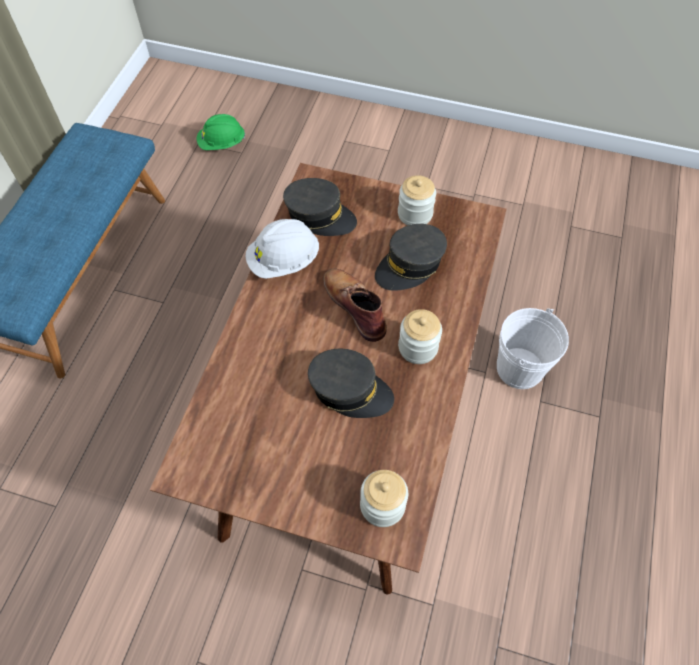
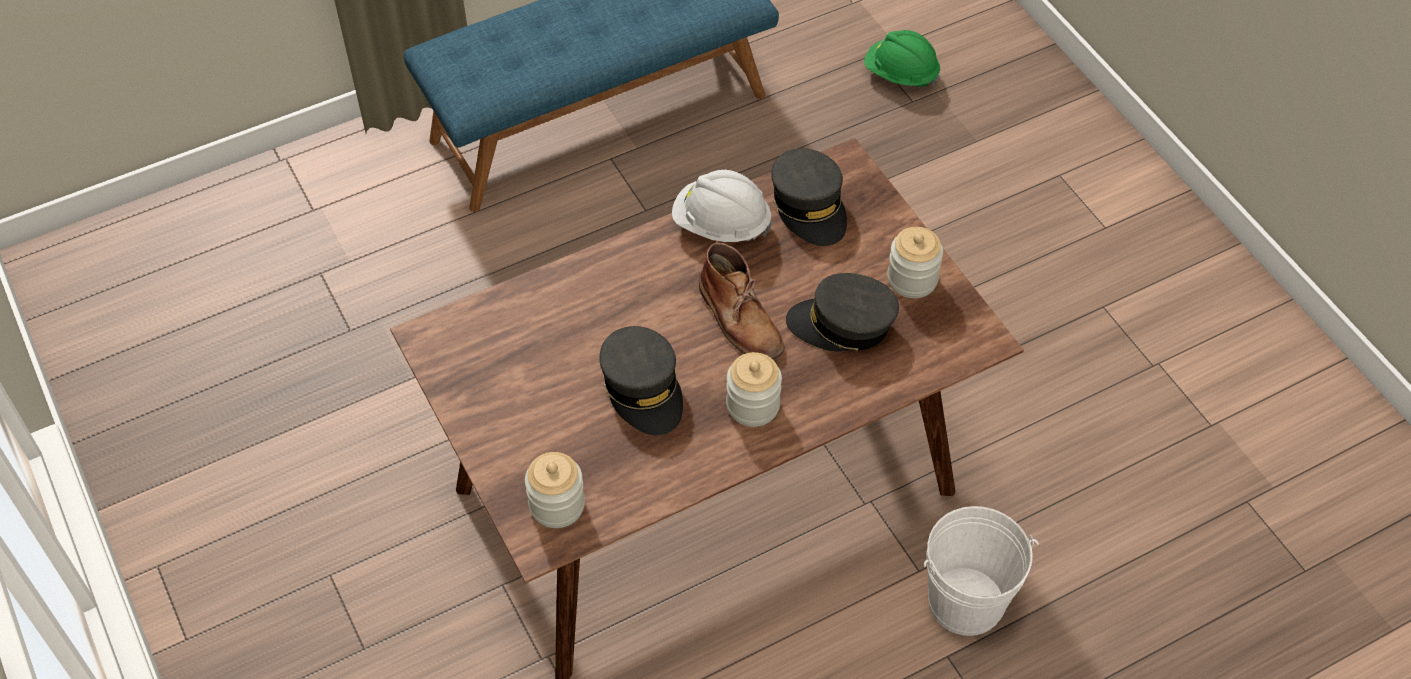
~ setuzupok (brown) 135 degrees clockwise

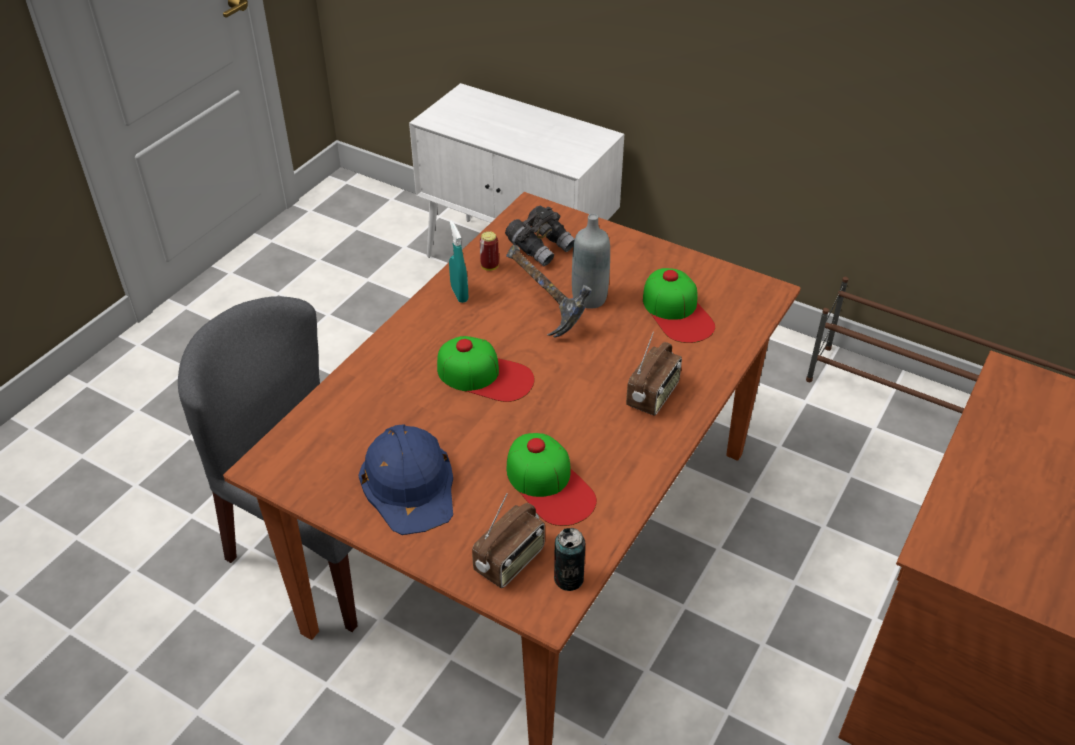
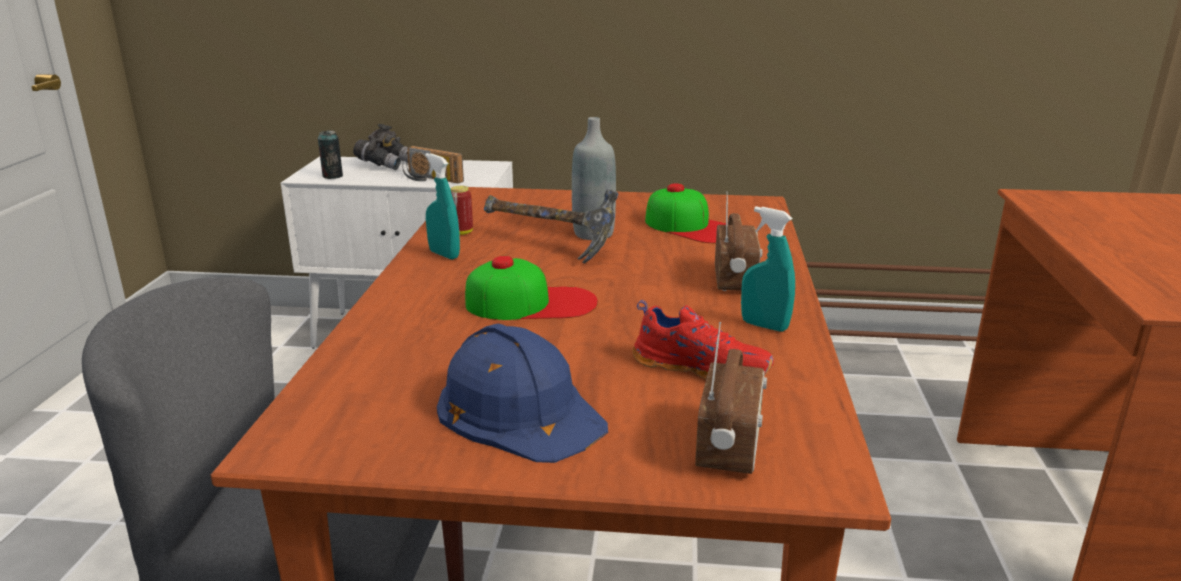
~ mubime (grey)
~ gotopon (2nd from left) to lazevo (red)
~ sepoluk (2nd from left in the first image) to sepoluk (1st from left)
+ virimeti (1st from left)
+ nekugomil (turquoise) (2nd from left)

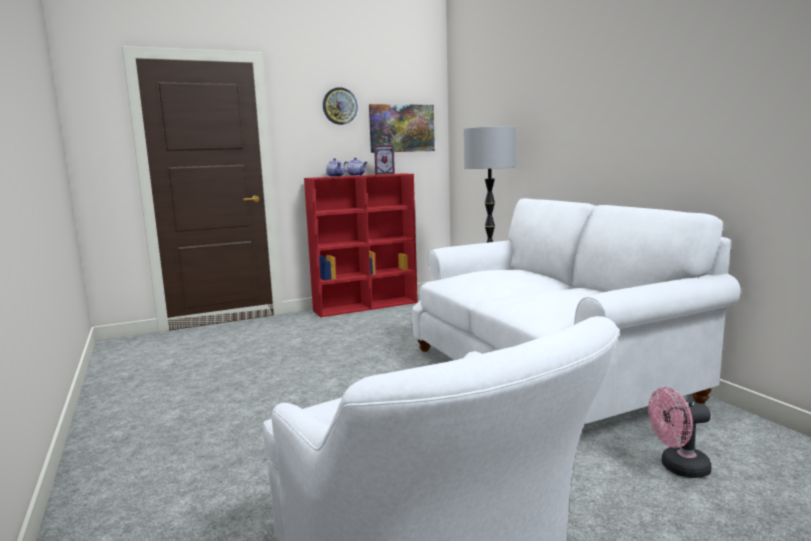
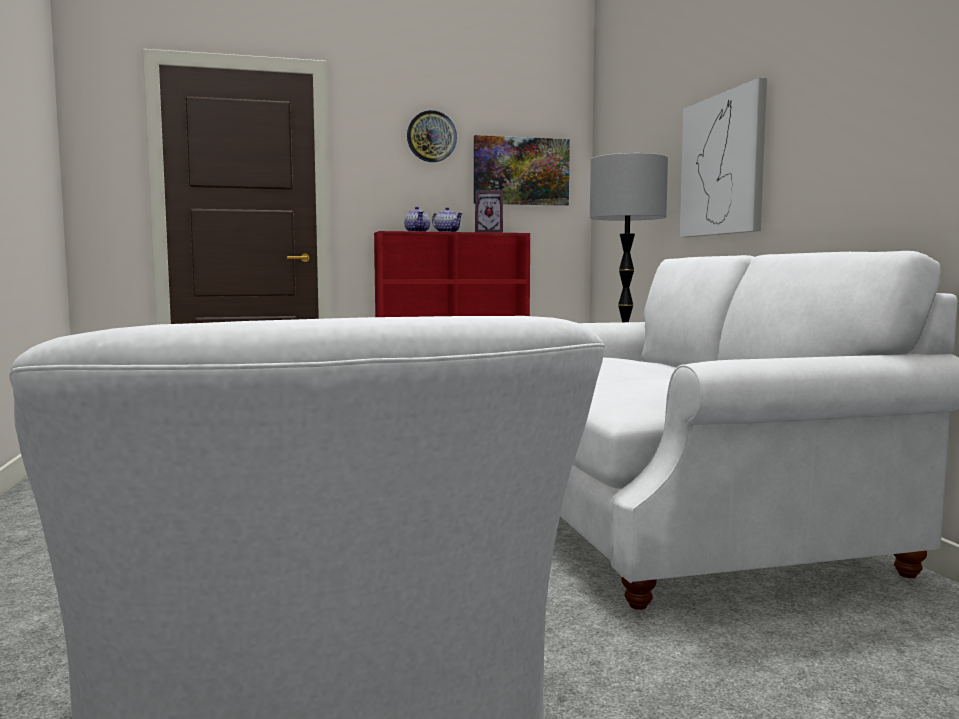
- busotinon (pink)
+ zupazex (2nd from left)

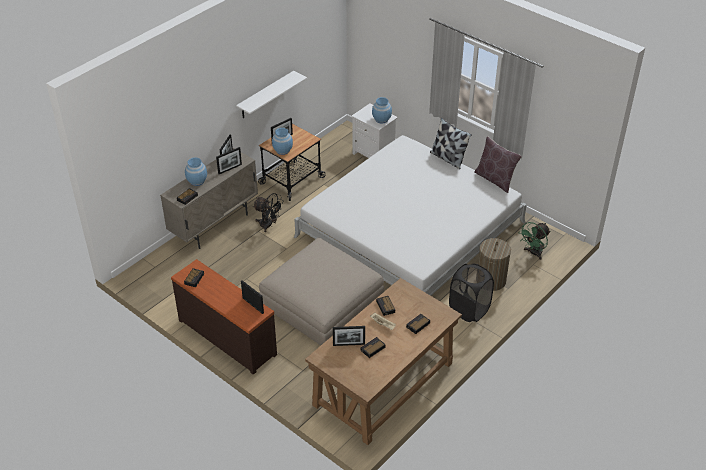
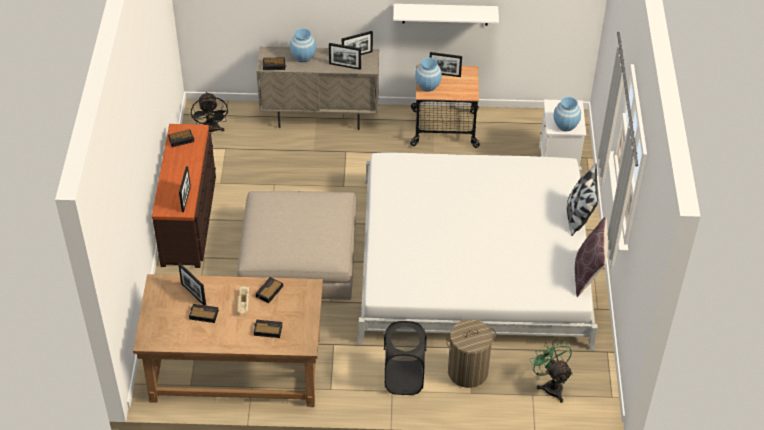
~ busotinon (black)
~ busotinon (green) 60 degrees clockwise

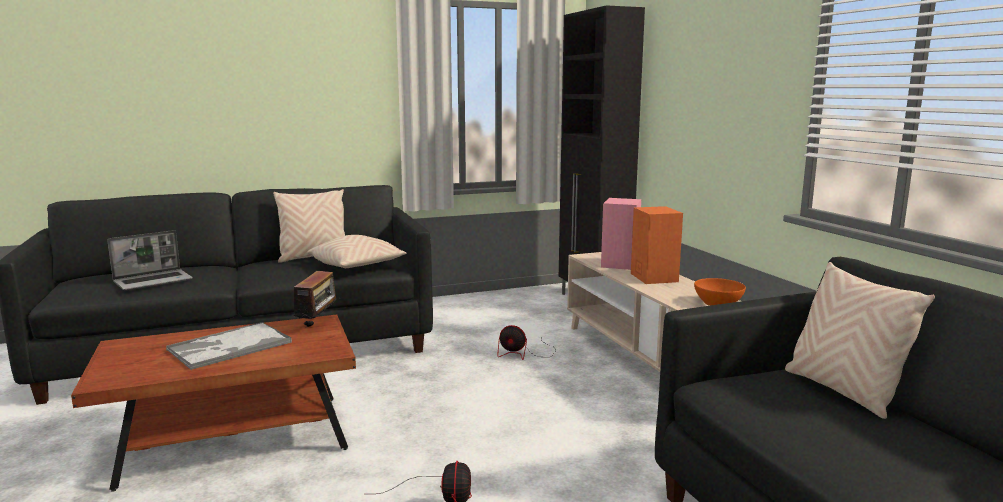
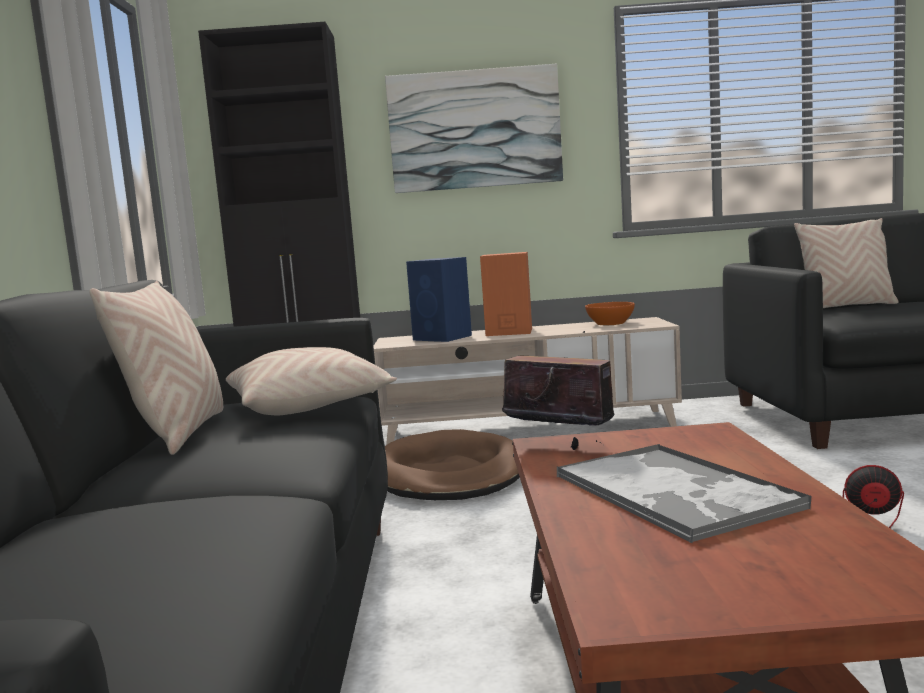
~ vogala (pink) to vogala (blue)
- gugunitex
~ busotinon (2nd from left) to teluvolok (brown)
+ zupazex

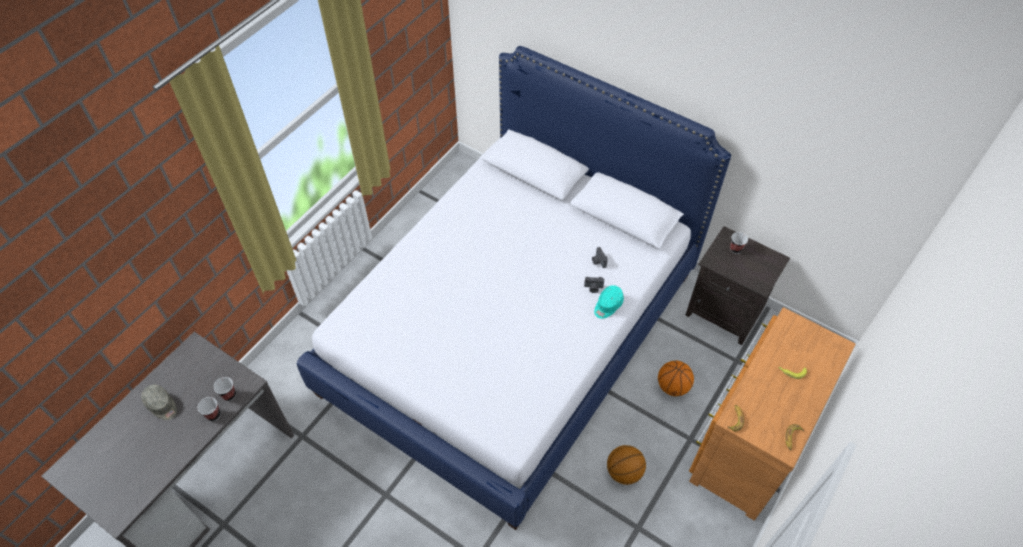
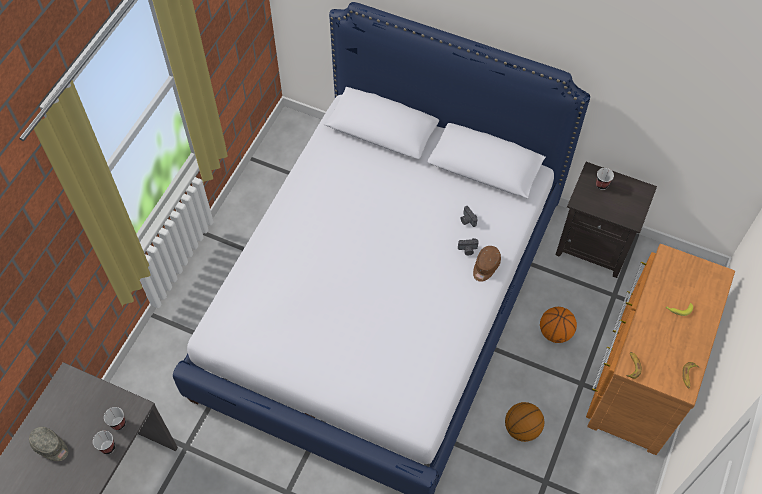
~ gotopon (turquoise) to gotopon (brown)

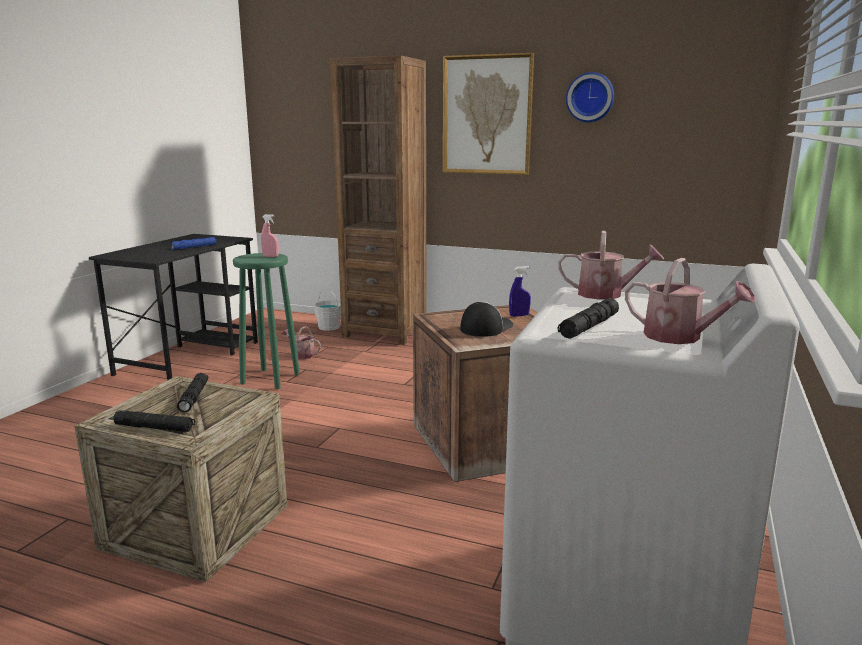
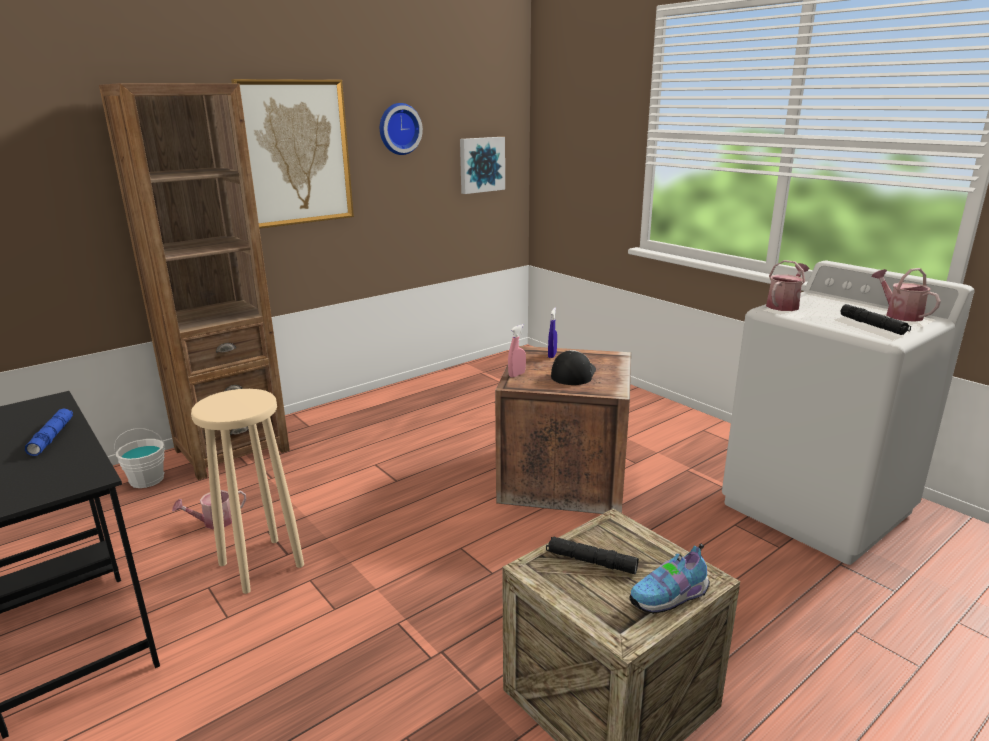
~ nekugomil (pink)
~ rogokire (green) to rogokire (beige)
~ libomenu (3rd from left) 90 degrees counterclockwise
~ gotopon 45 degrees clockwise
~ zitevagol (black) (1st from left) to lazevo
+ zupazex (2nd from left)

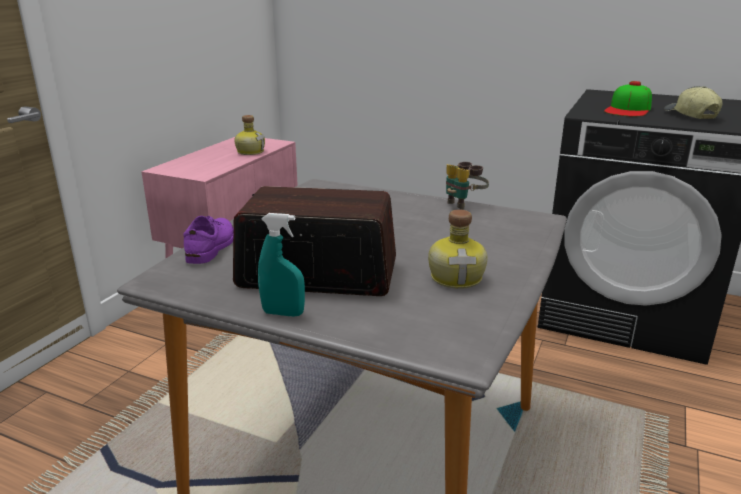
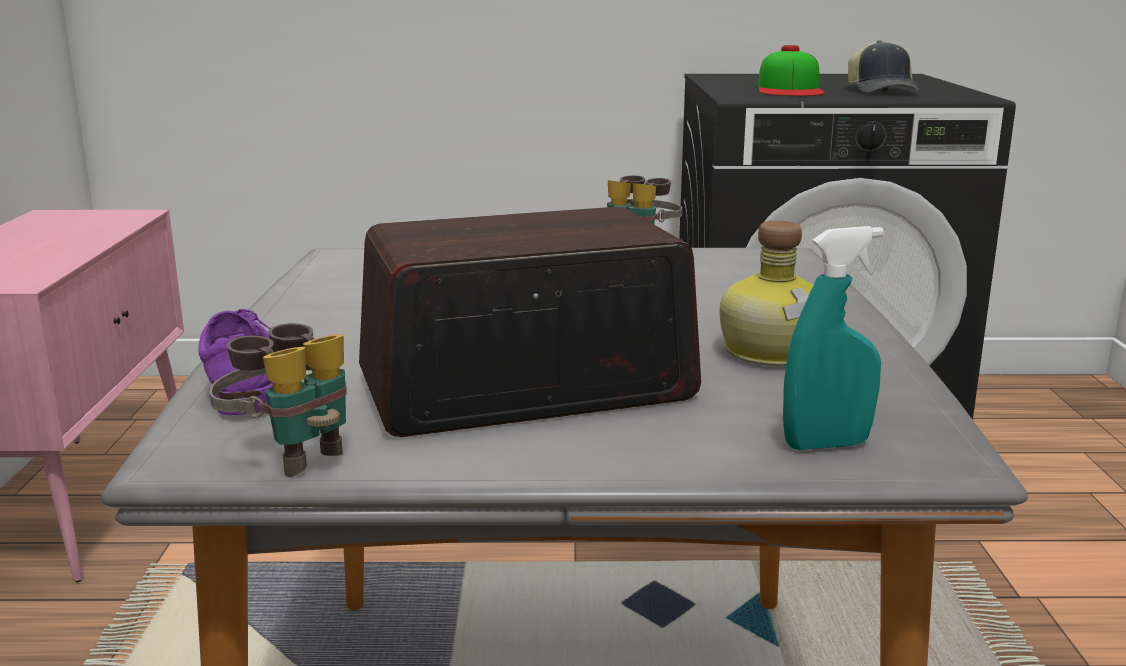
~ gotopon (2nd from left) 150 degrees counterclockwise
- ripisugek (1st from left)
~ nekugomil (turquoise)
+ mubime (1st from left)

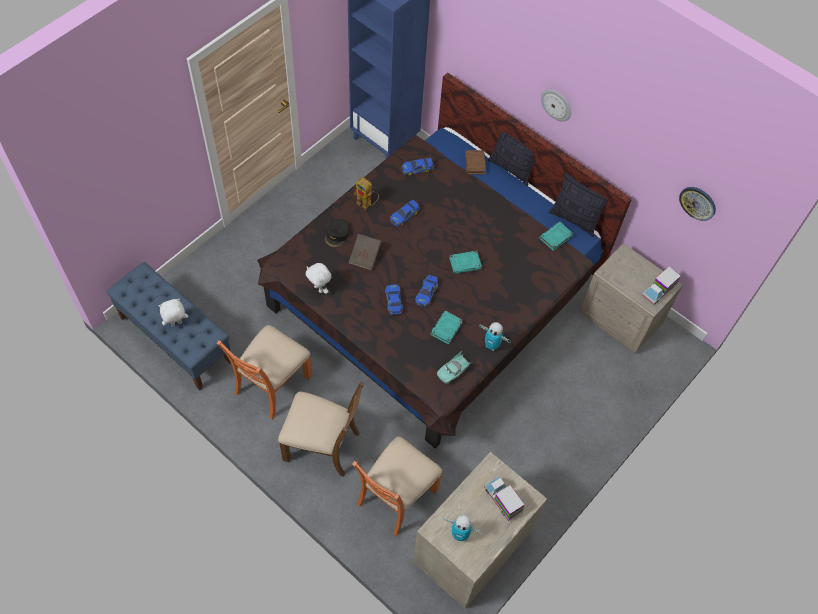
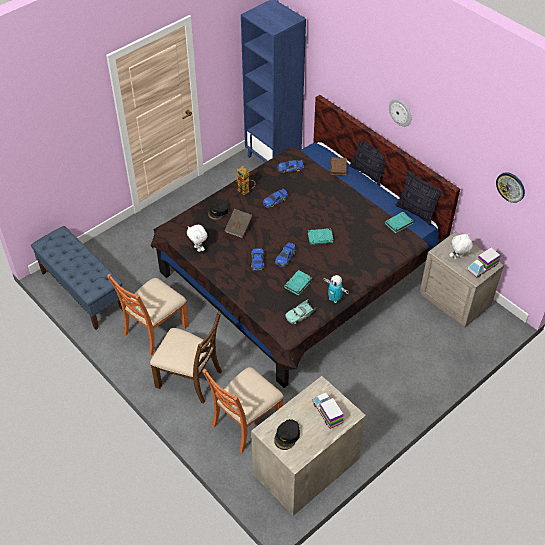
~ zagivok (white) (1st from left in the first image) to zagivok (white) (2nd from left)
~ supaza (2nd from left) to gotopon (black) (2nd from left)

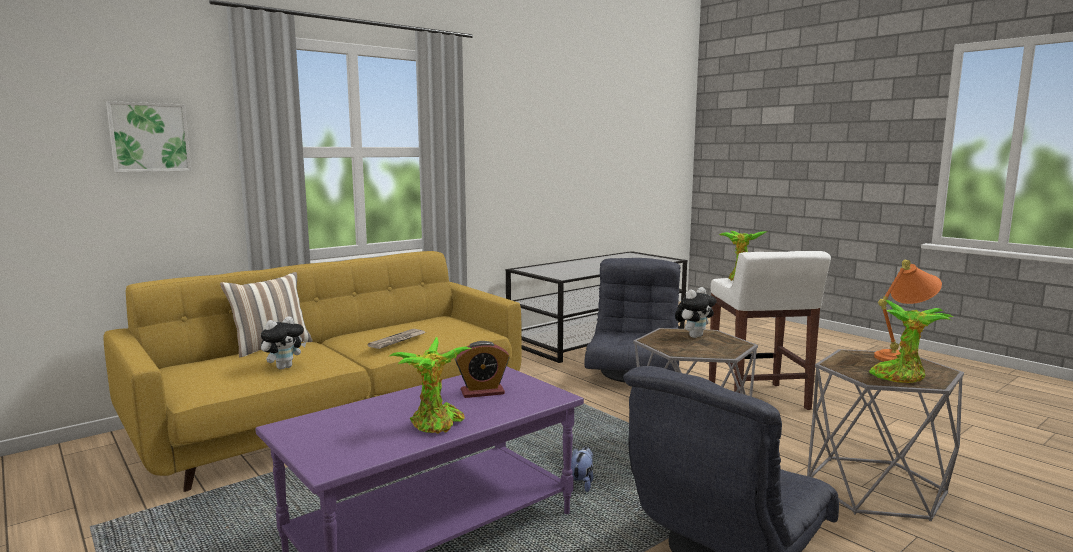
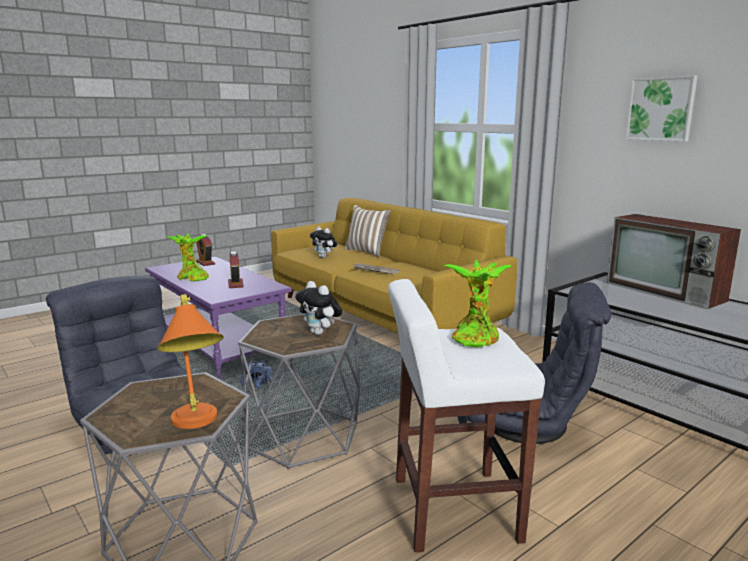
~ zupazex
- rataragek (3rd from left)
+ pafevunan
+ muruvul (1st from left)

